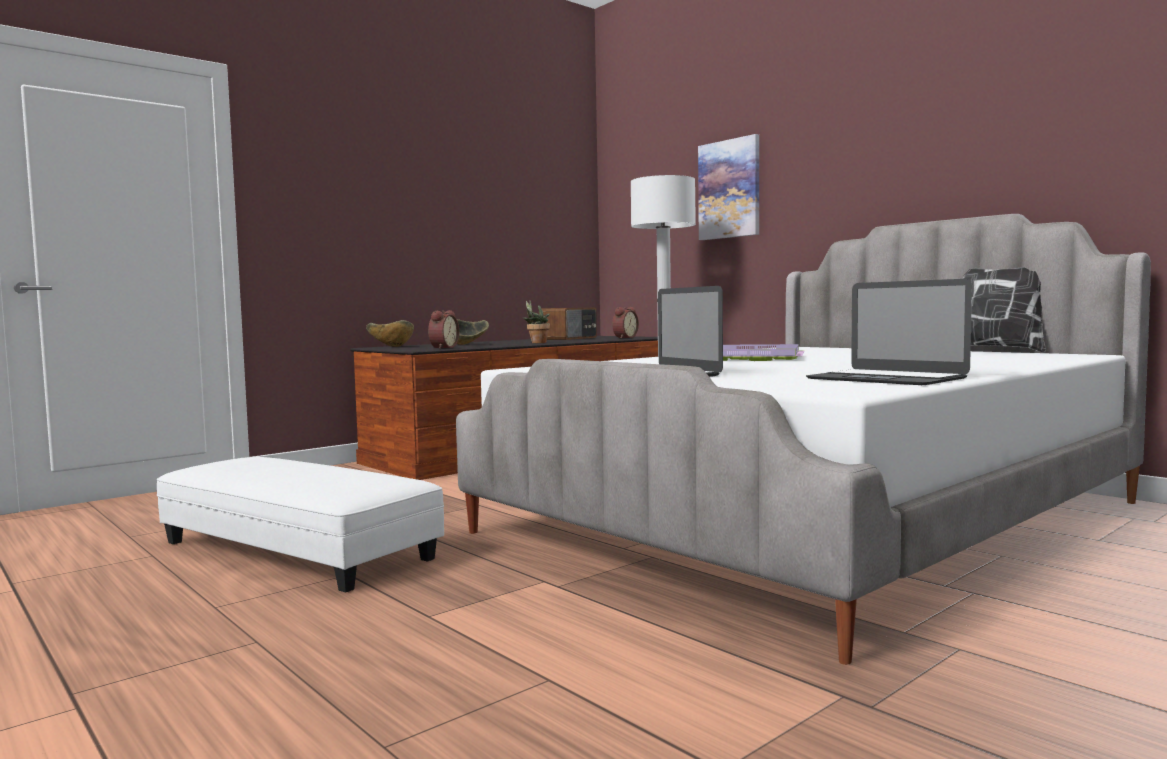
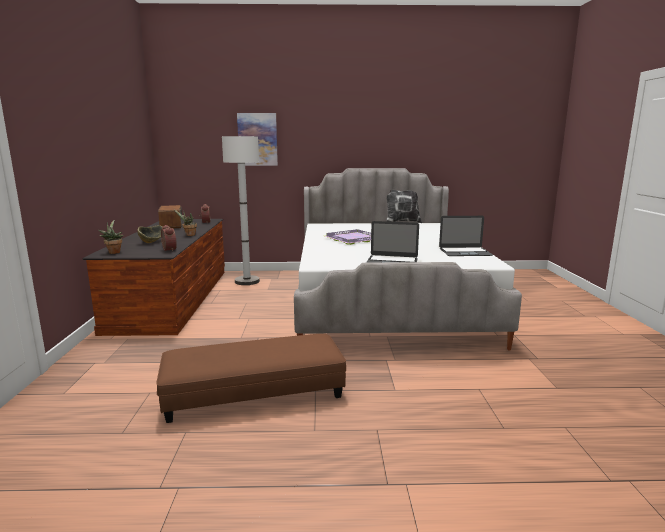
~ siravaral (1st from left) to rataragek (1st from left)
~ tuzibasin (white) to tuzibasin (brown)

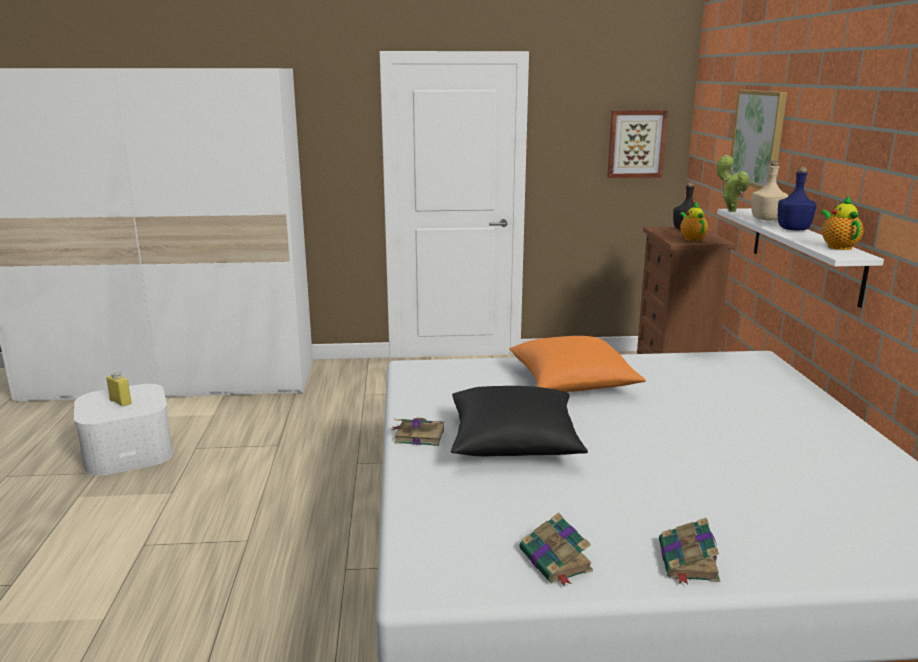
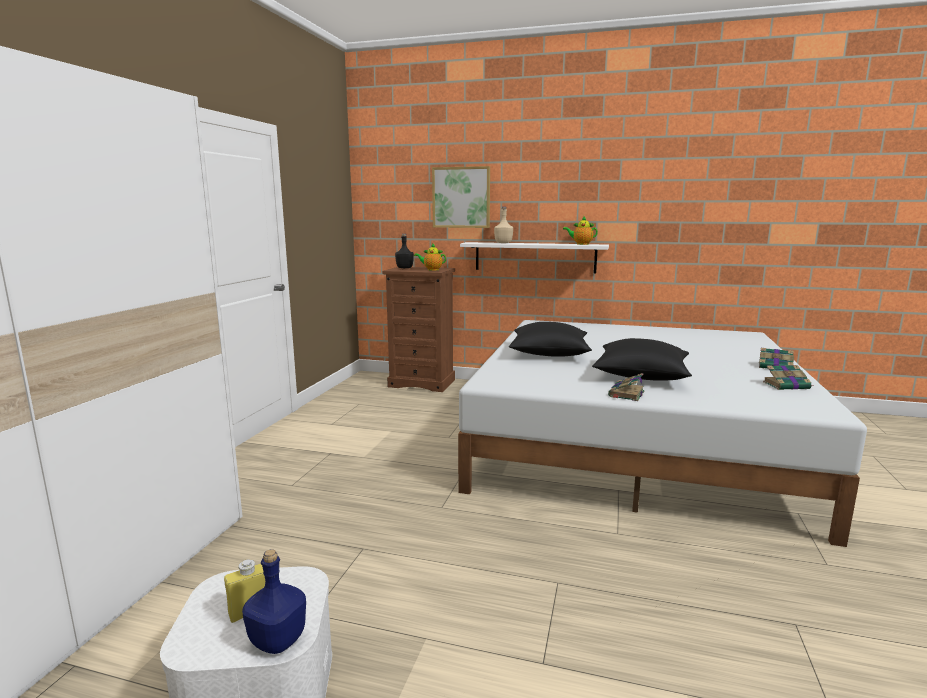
- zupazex (1st from left)
- rataragek
~ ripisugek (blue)
~ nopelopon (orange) to nopelopon (black) (1st from left)

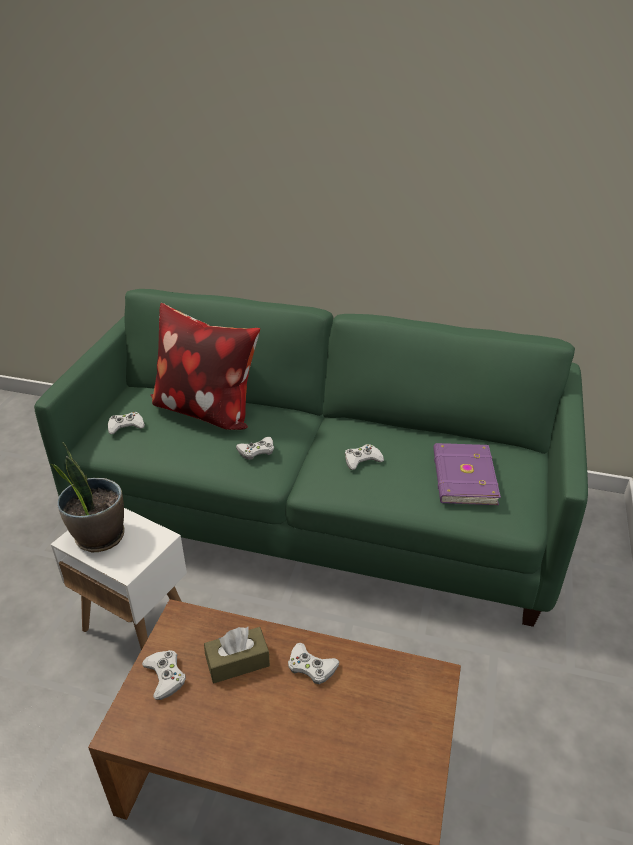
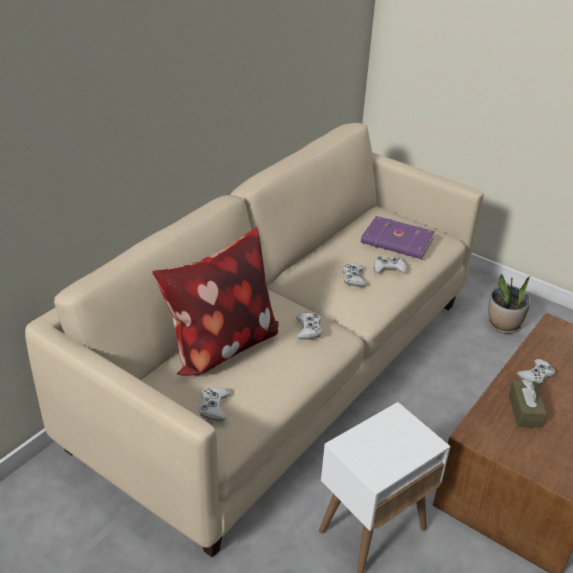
~ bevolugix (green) to bevolugix (beige)
~ rataragek
~ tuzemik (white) (2nd from left in the first image) to tuzemik (white) (4th from left)

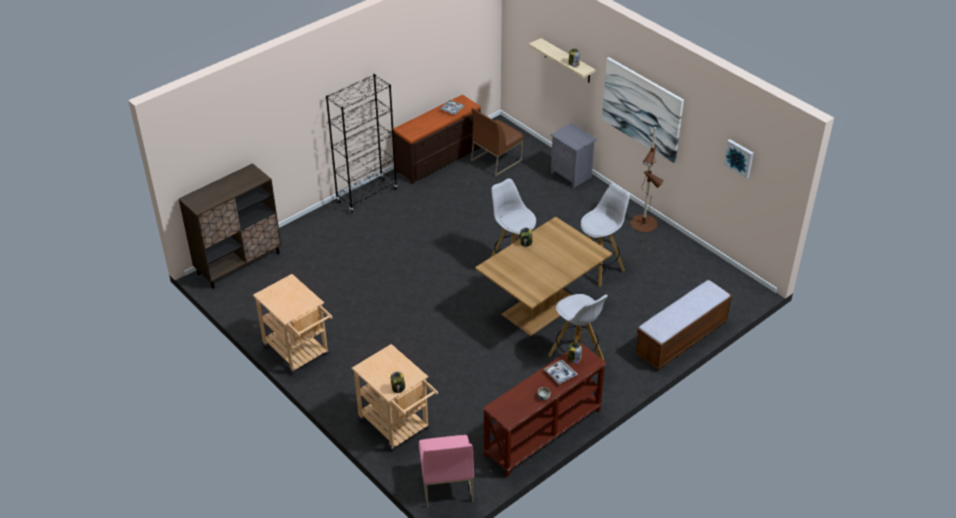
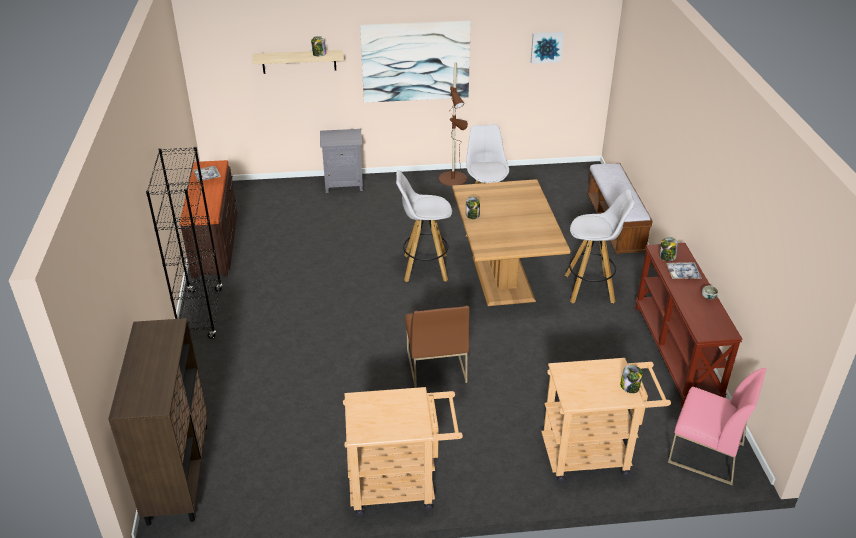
~ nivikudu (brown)

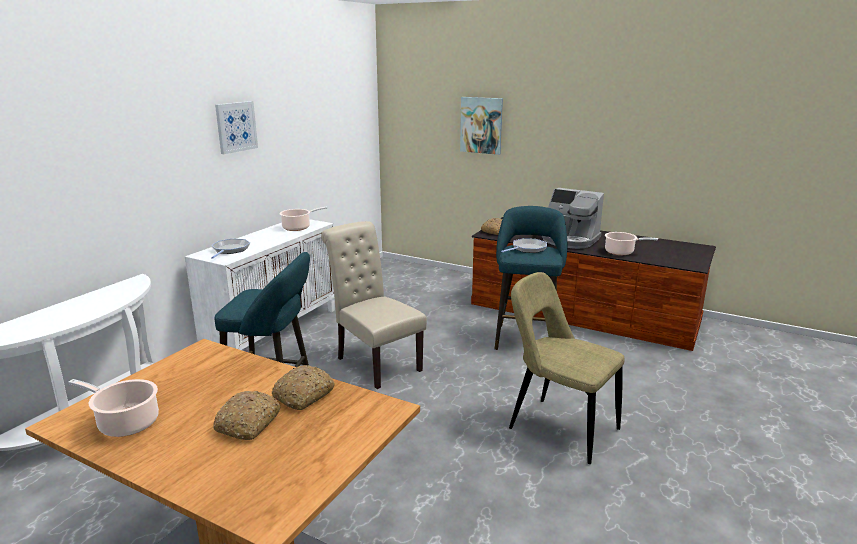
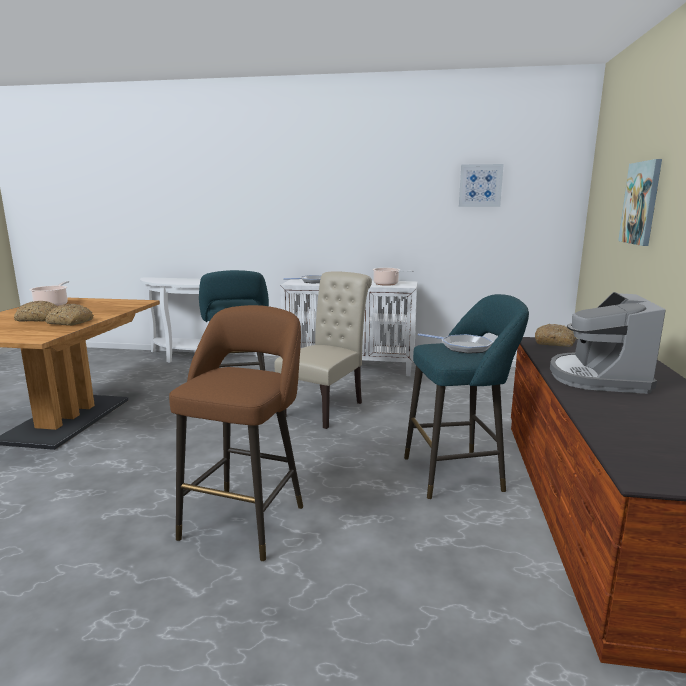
~ zupazex (1st from left)
- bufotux (3rd from left)
~ nivikudu (beige) (2nd from left) to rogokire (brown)

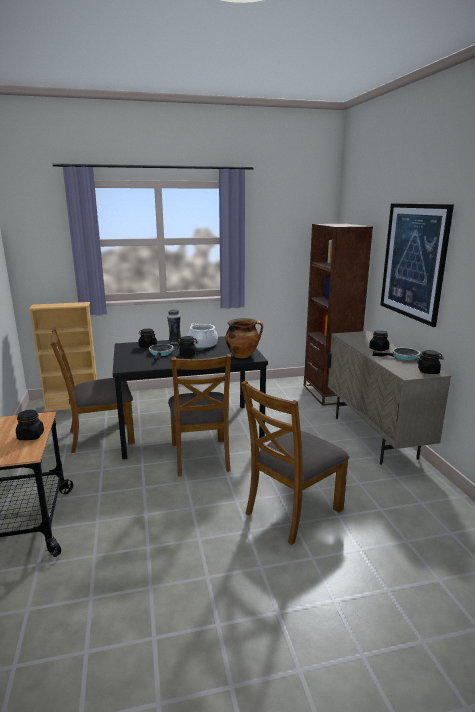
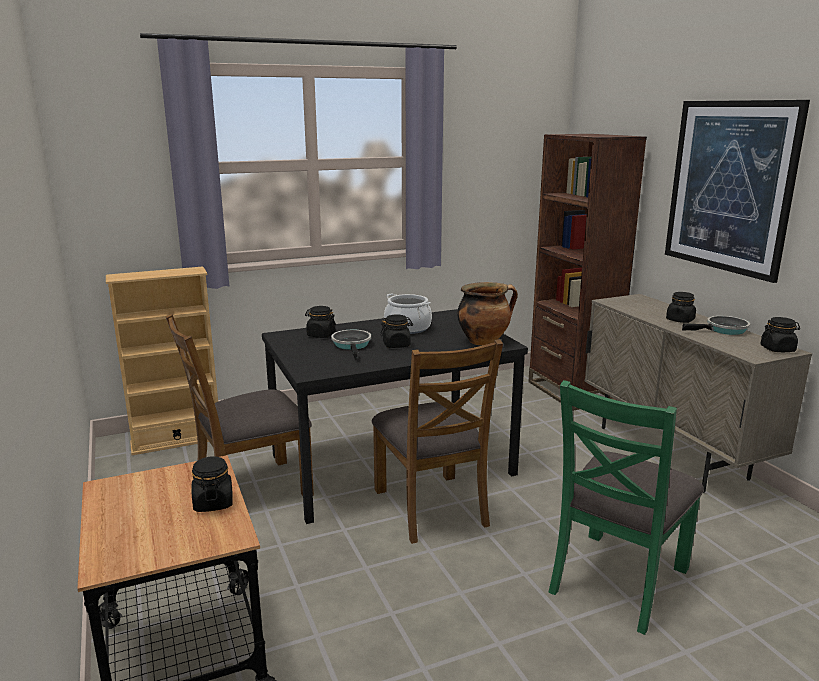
- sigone
~ nivikudu (brown) (3rd from left) to nivikudu (green)

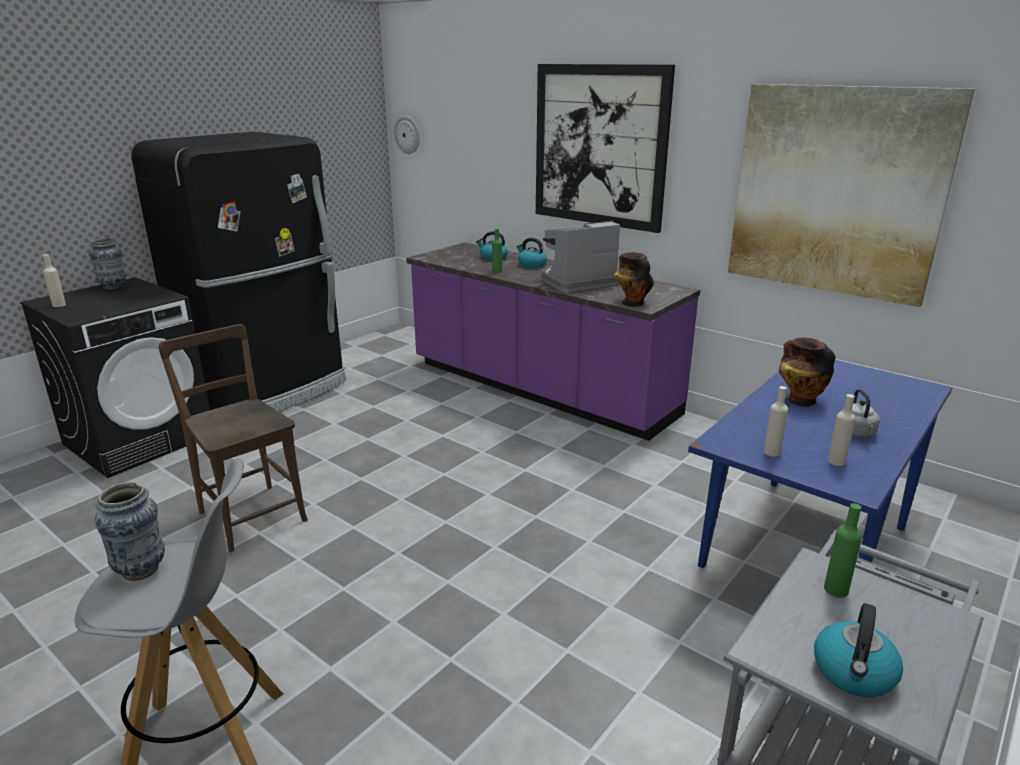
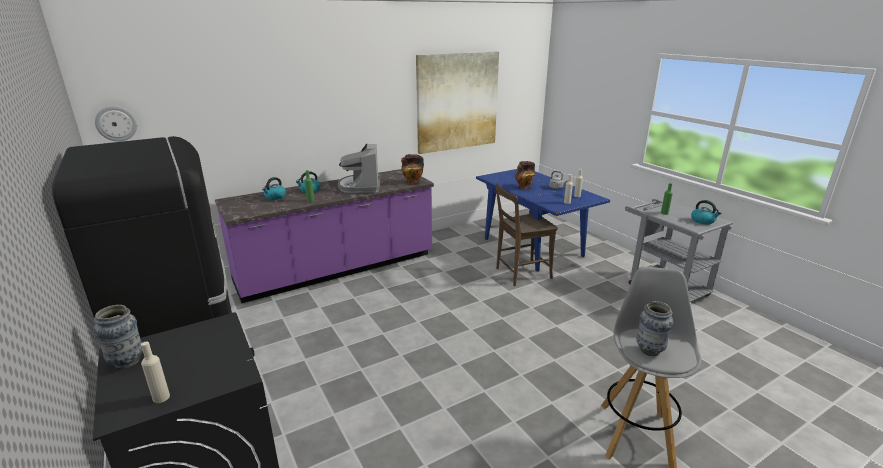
- zupazex (1st from left)
~ nivikudu (brown)

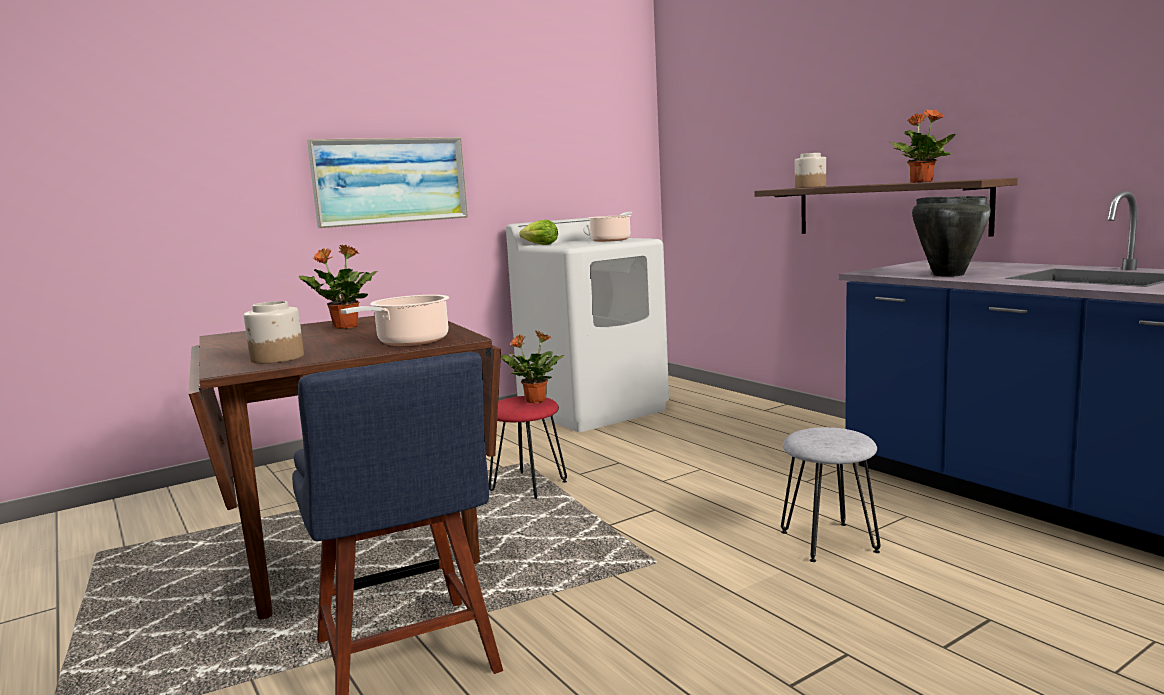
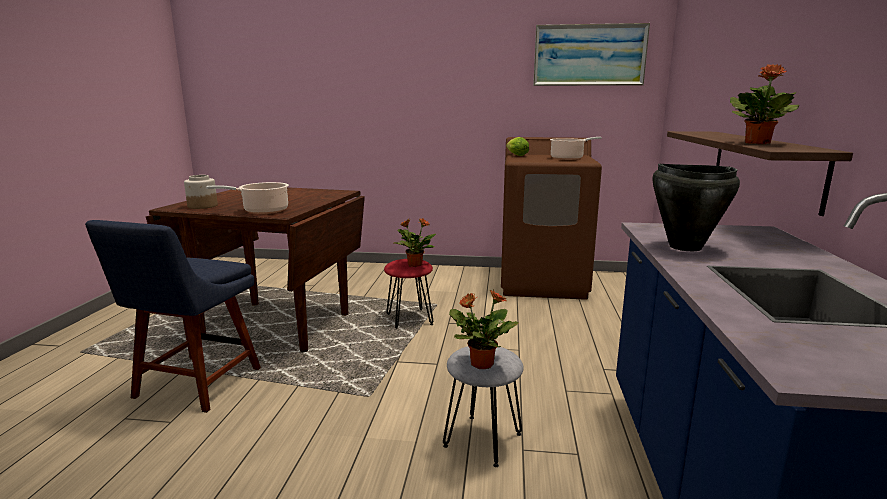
~ zupazex
- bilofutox (2nd from left)
~ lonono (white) to lonono (brown)
~ rataragek (1st from left in the first image) to rataragek (2nd from left)

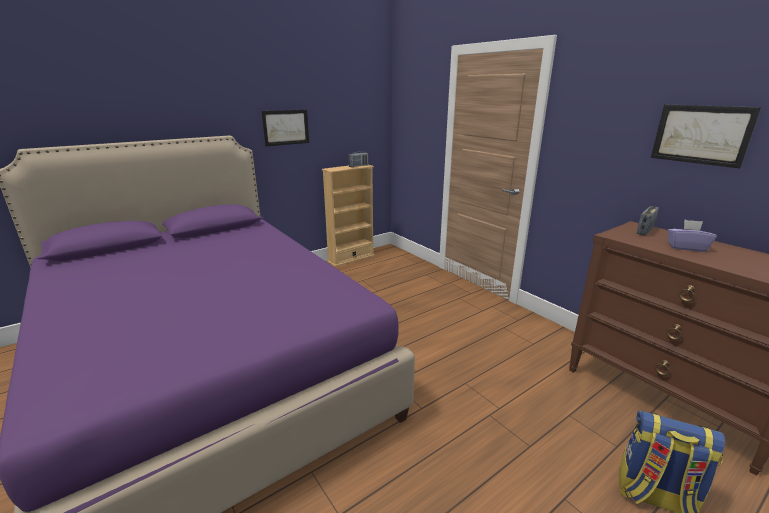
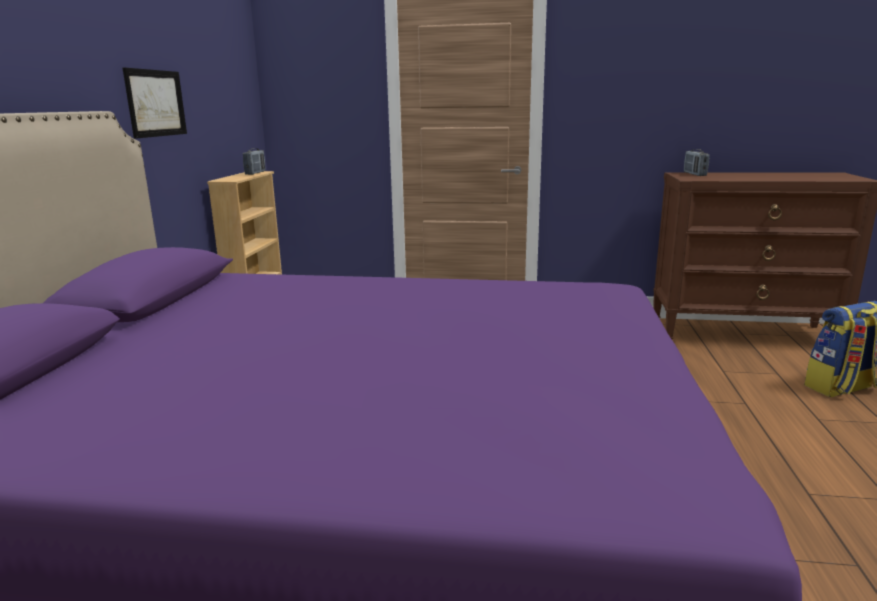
- zupazex (2nd from left)
- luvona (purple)

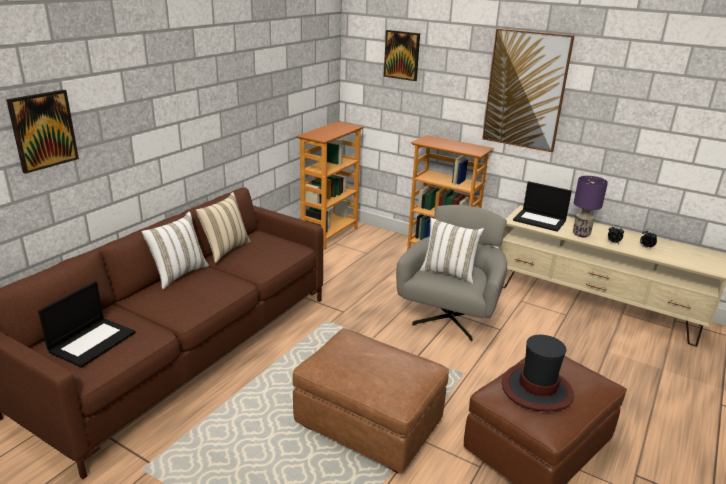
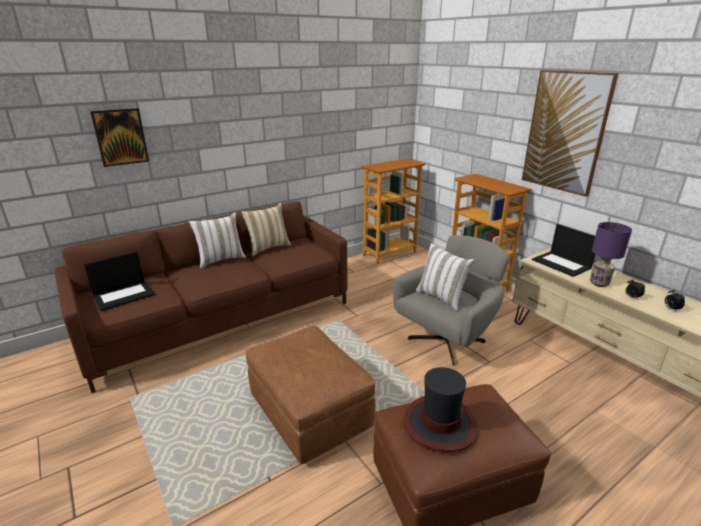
- zupazex (2nd from left)

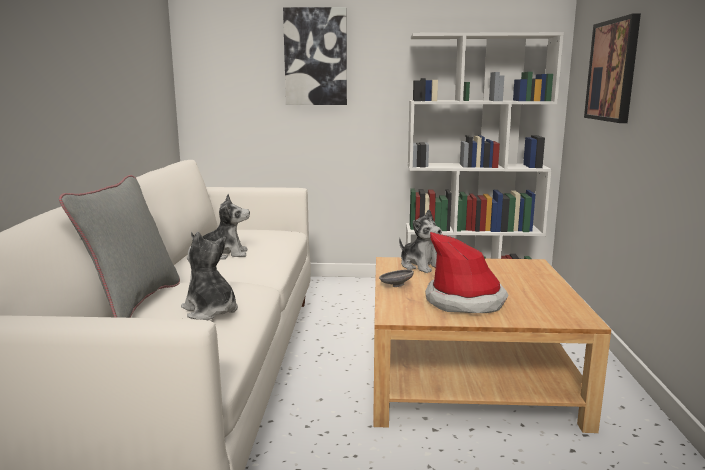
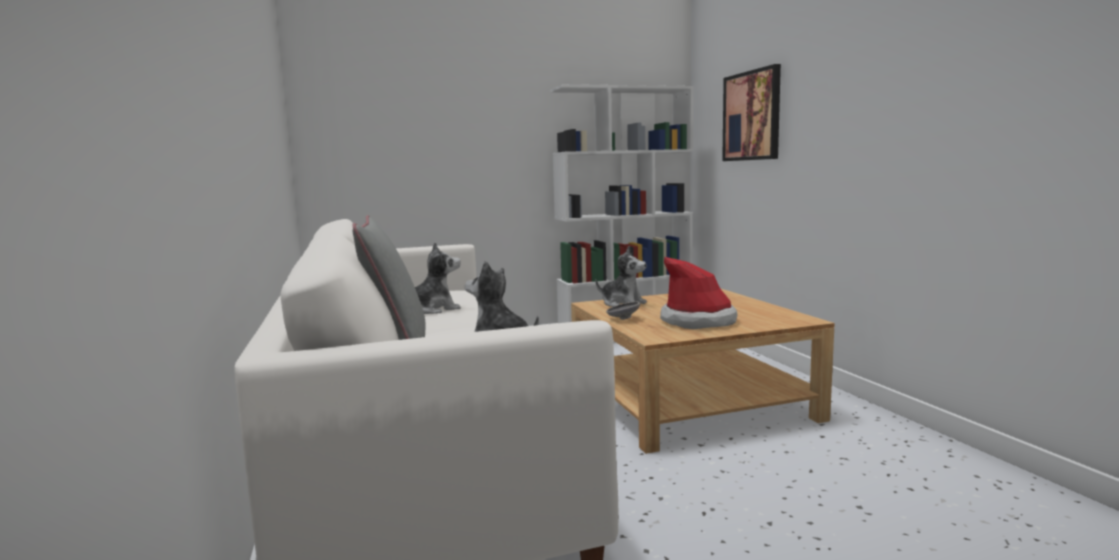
- zupazex (1st from left)

